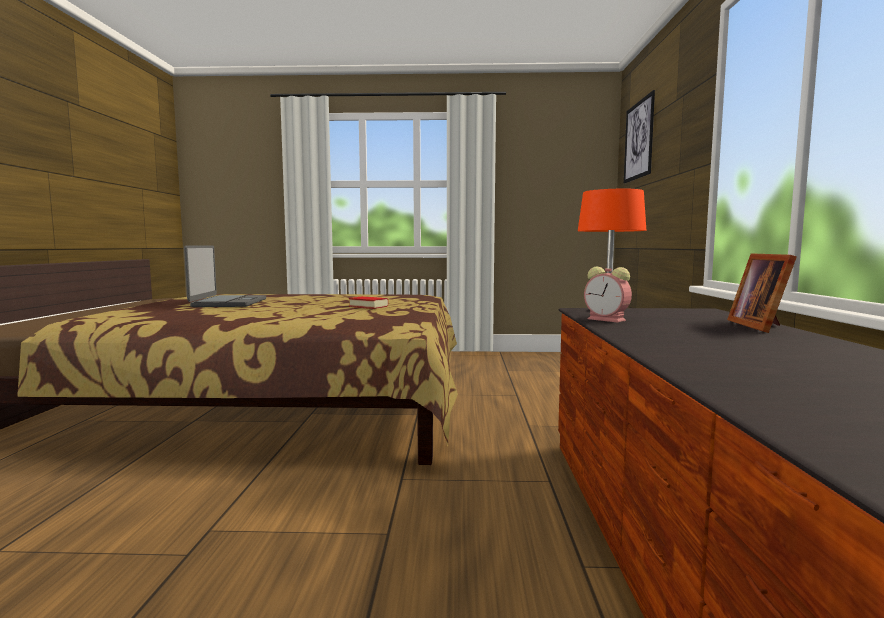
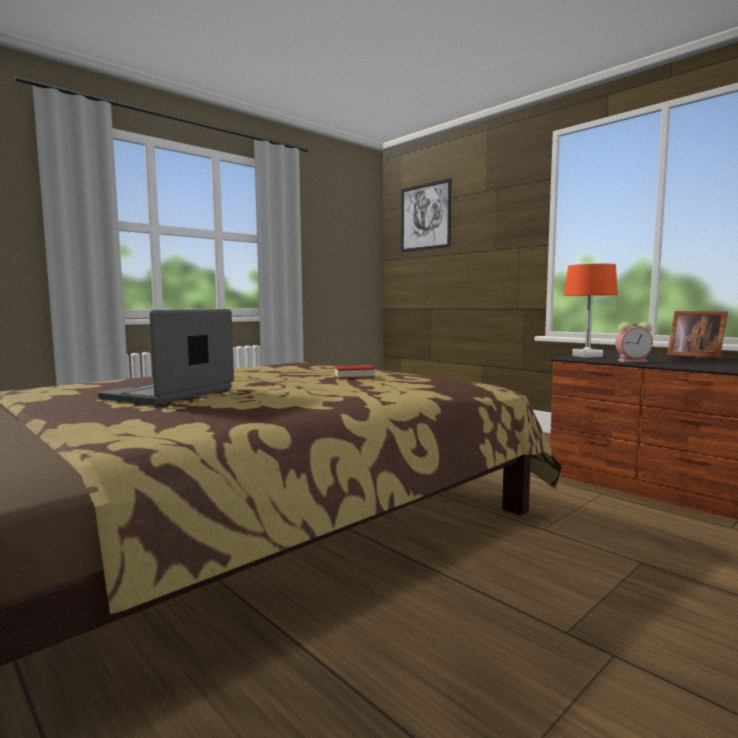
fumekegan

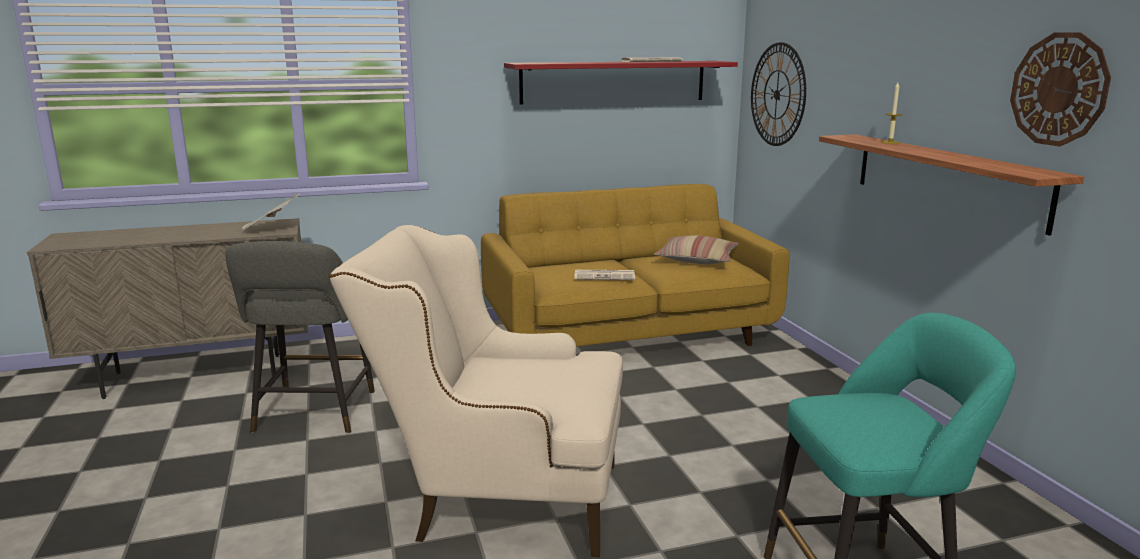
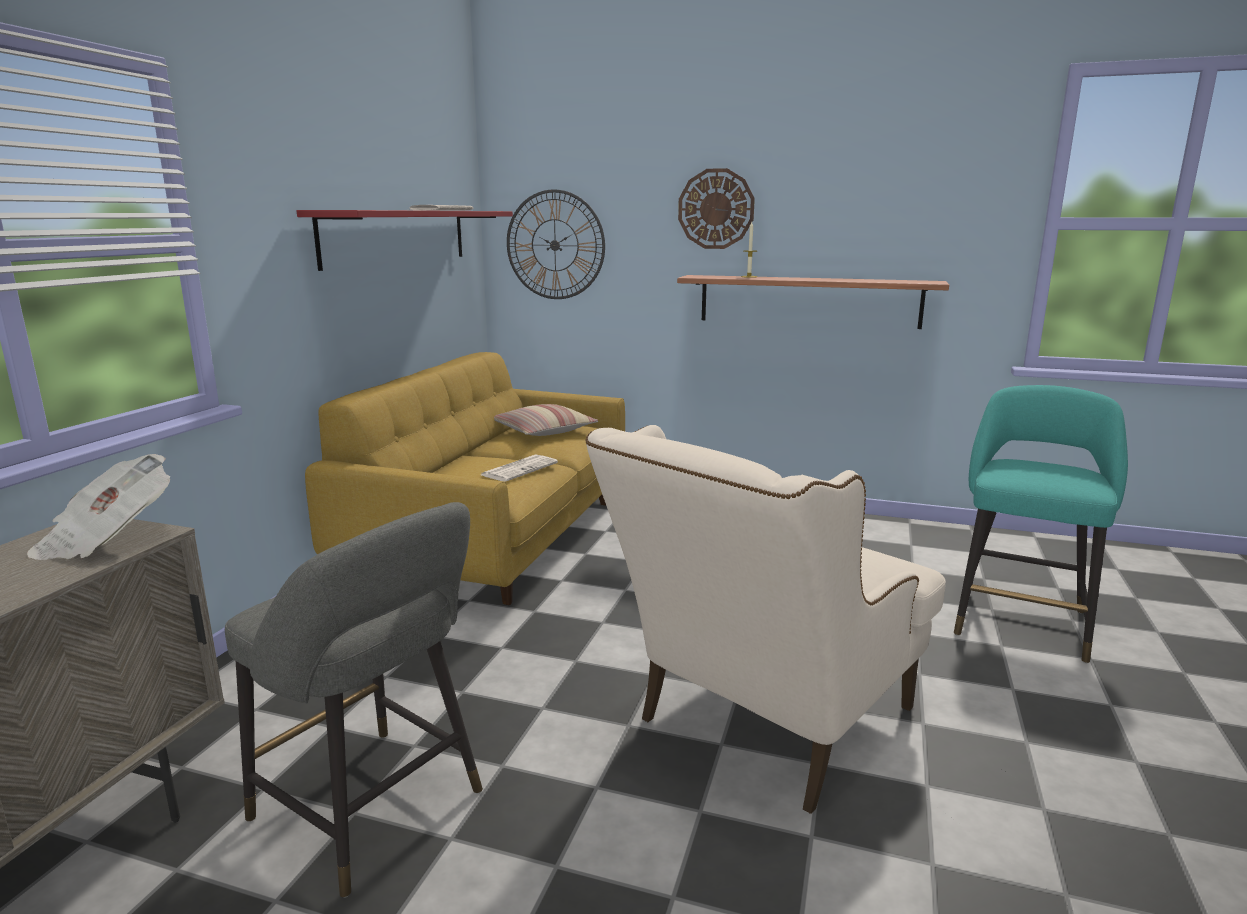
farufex (no. 2 from left)

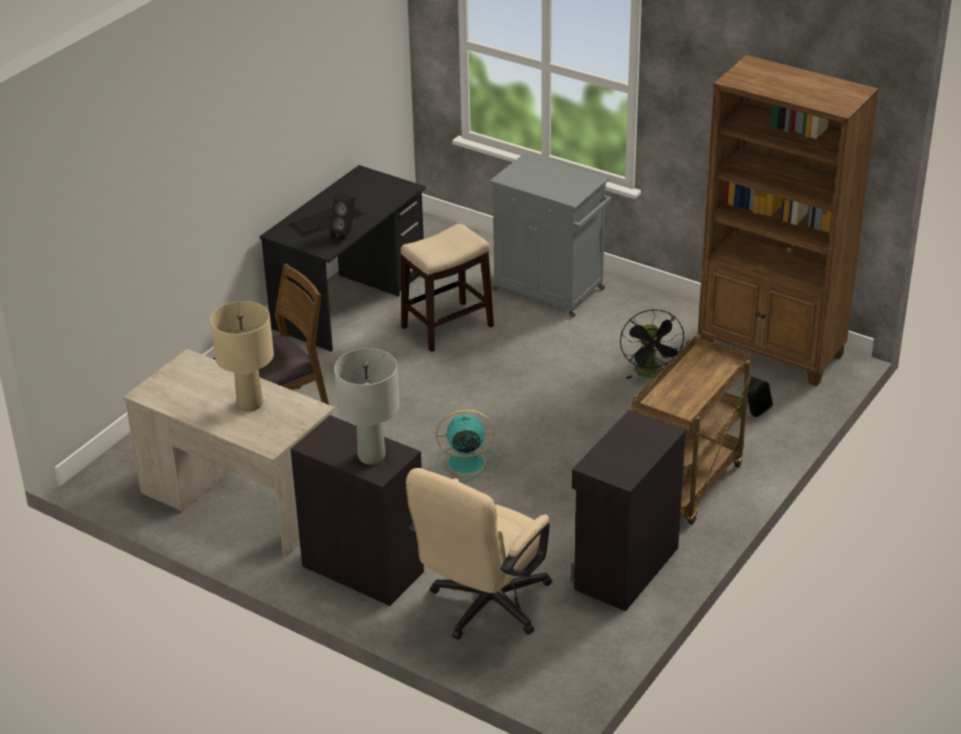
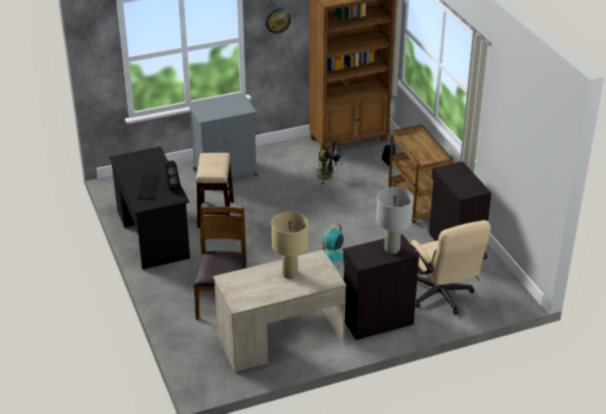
farufex

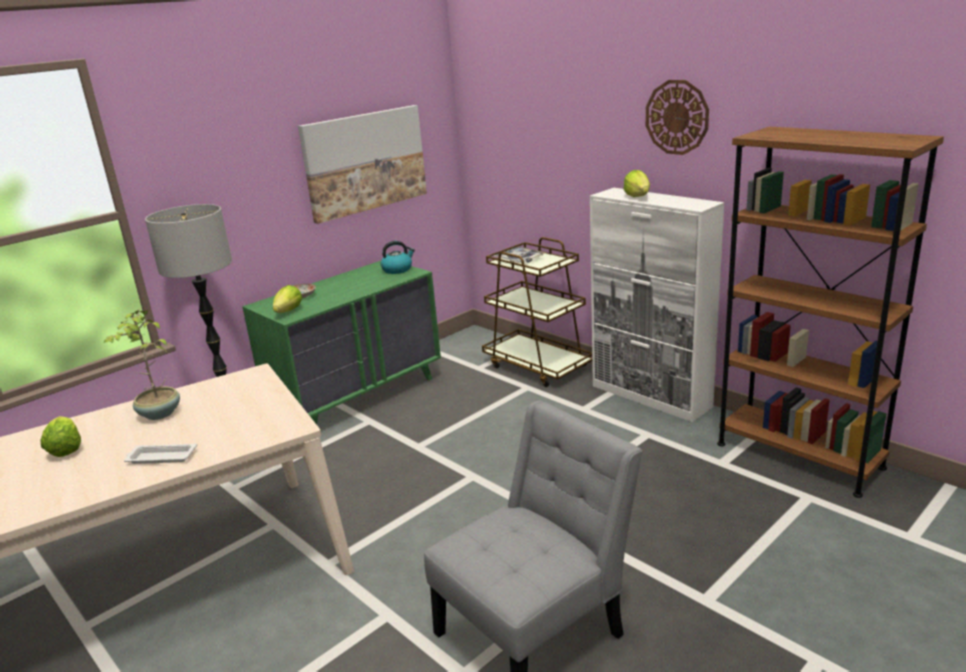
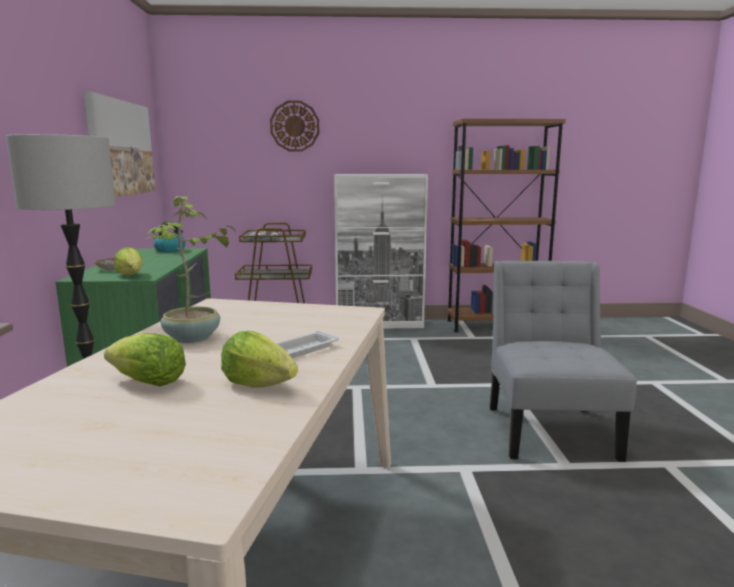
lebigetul (no. 3 from left); farufex

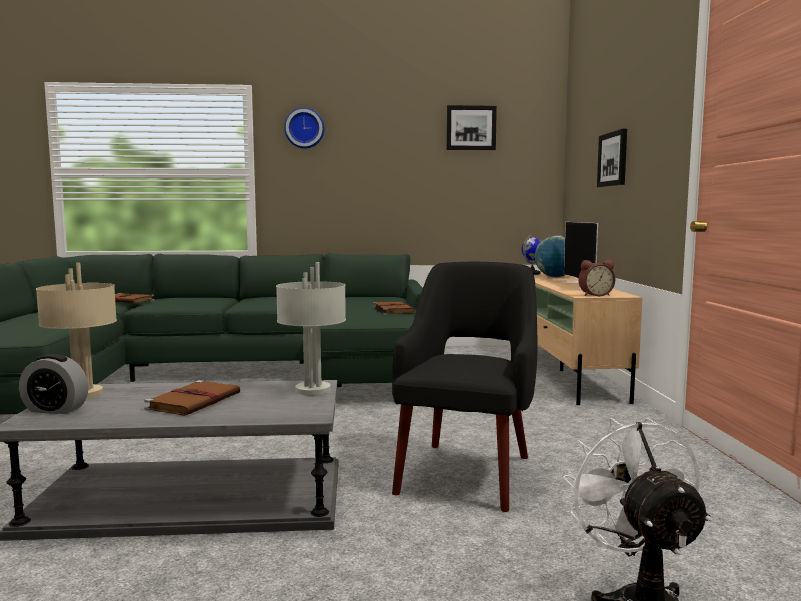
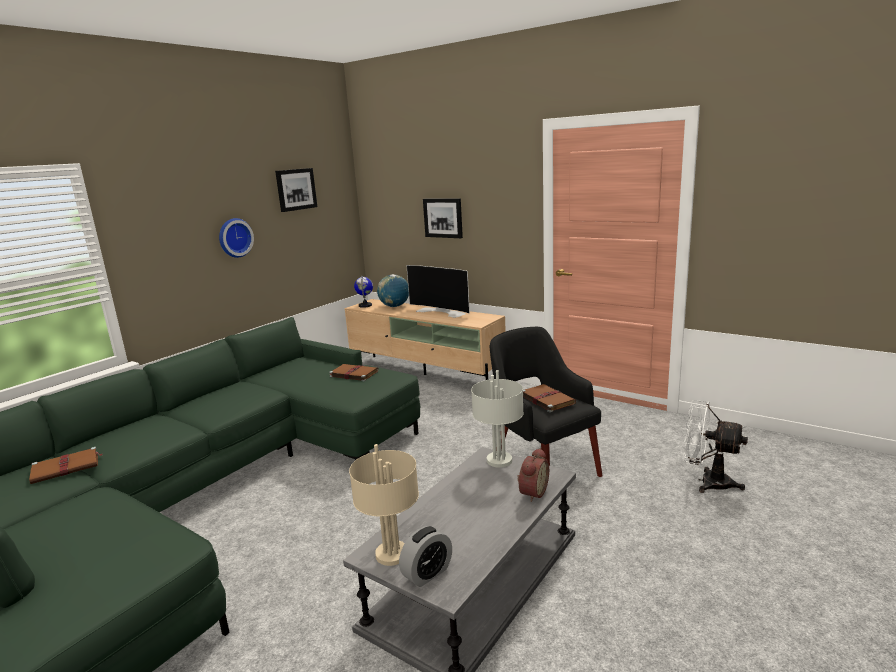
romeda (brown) (no. 3 from left); farufex; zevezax (no. 2 from left)

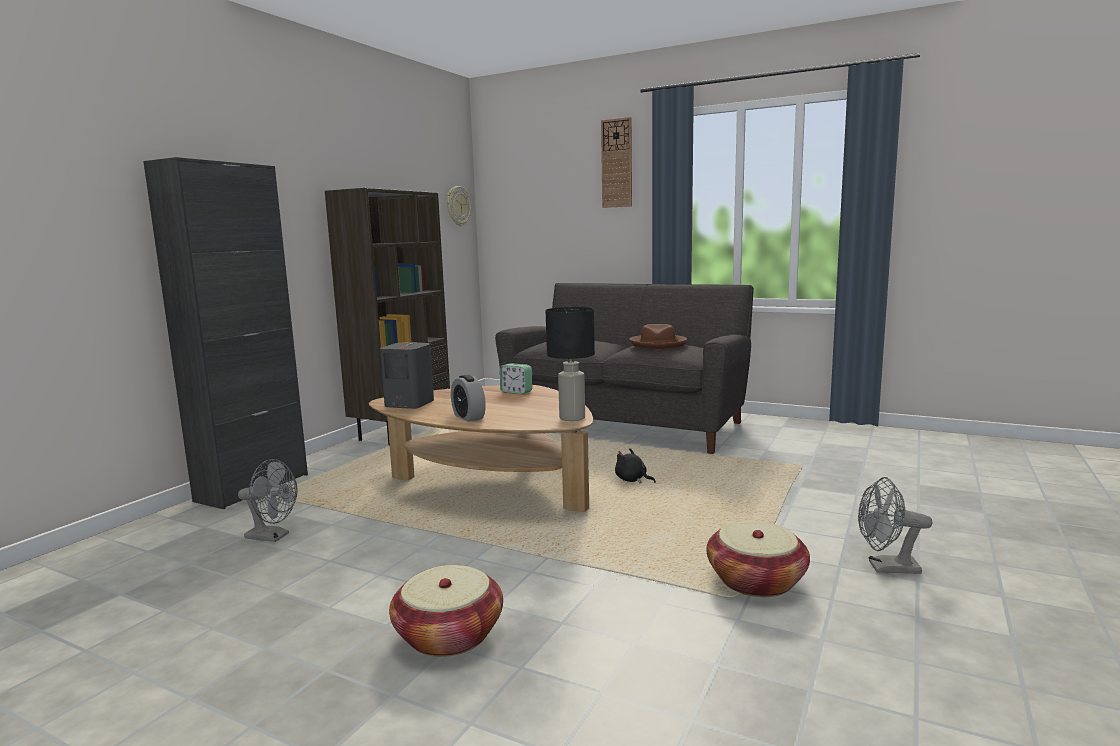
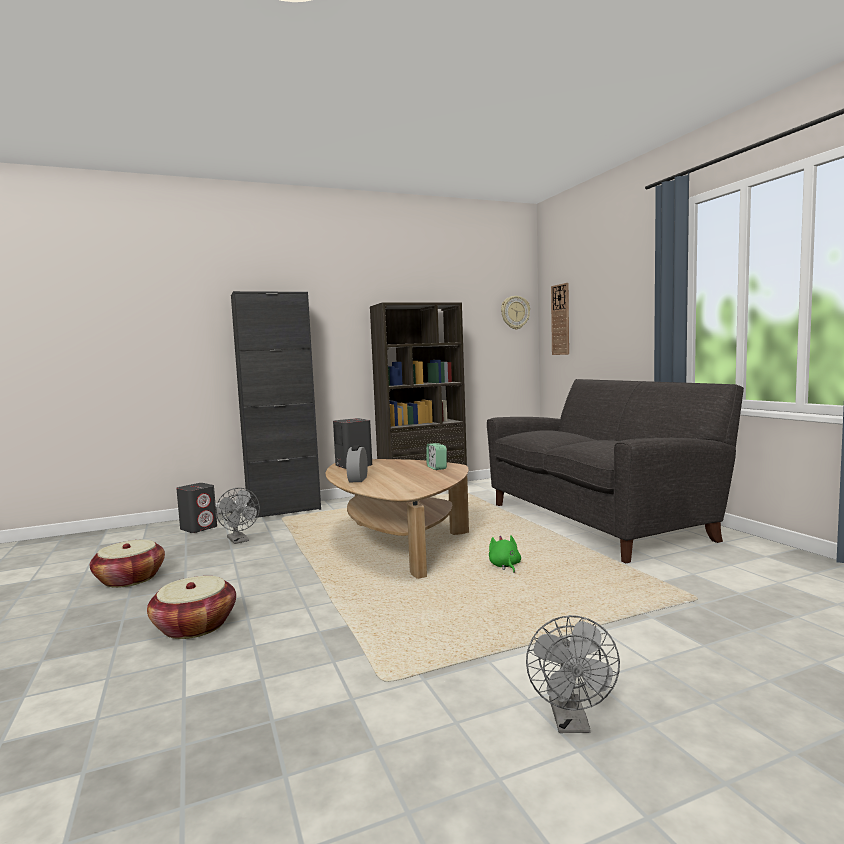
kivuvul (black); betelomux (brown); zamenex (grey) (no. 1 from left); farufex (no. 2 from left); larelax (no. 1 from left); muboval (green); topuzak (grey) (no. 2 from left)

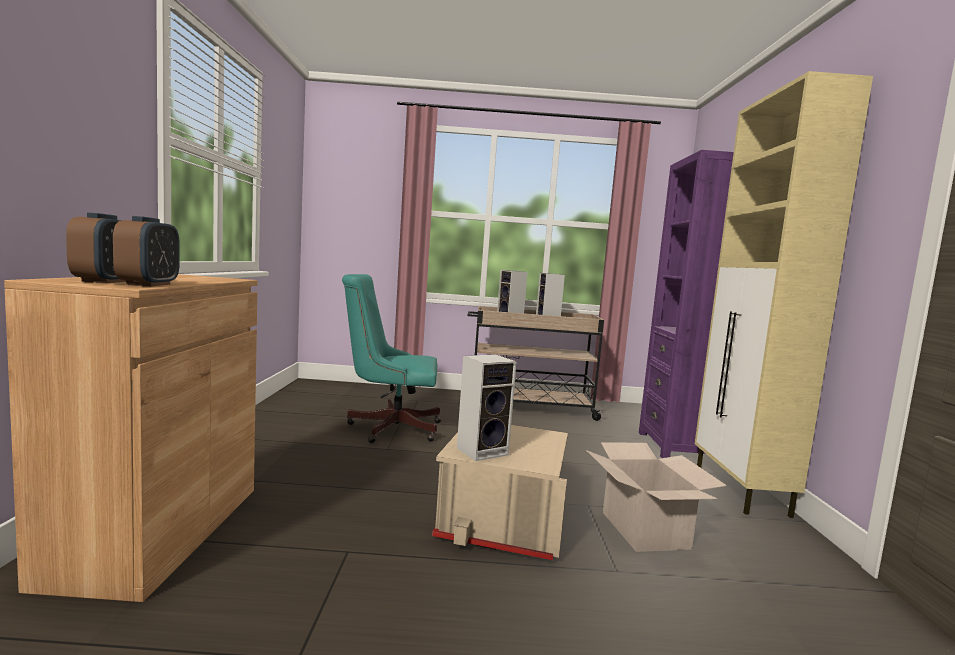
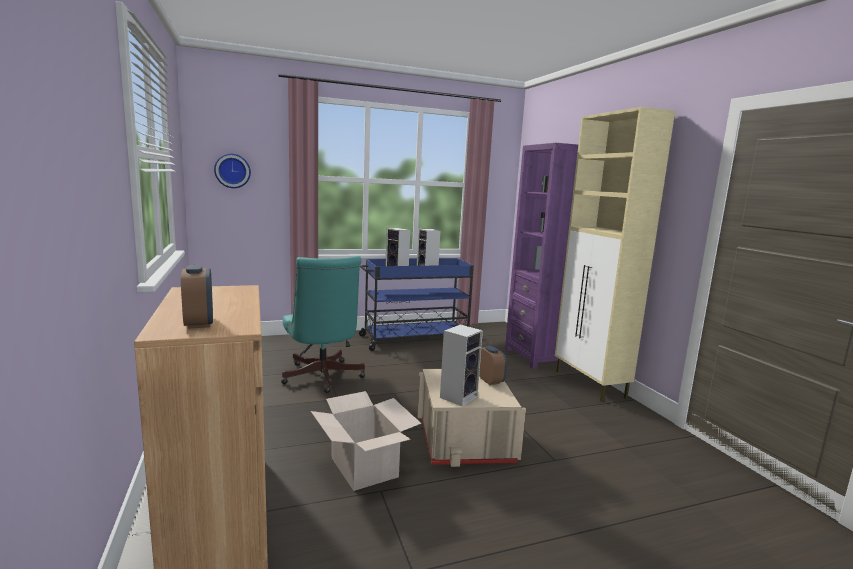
farufex; zevezax (no. 2 from left); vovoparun; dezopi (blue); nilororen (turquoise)

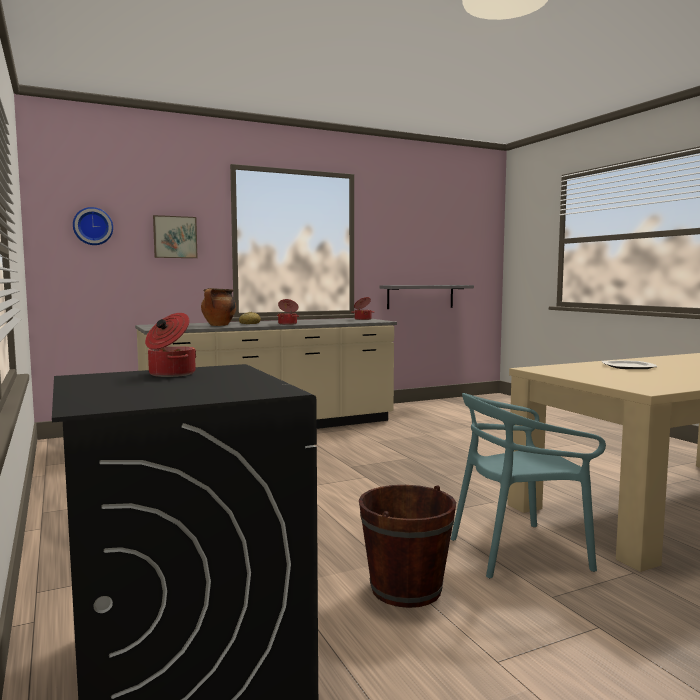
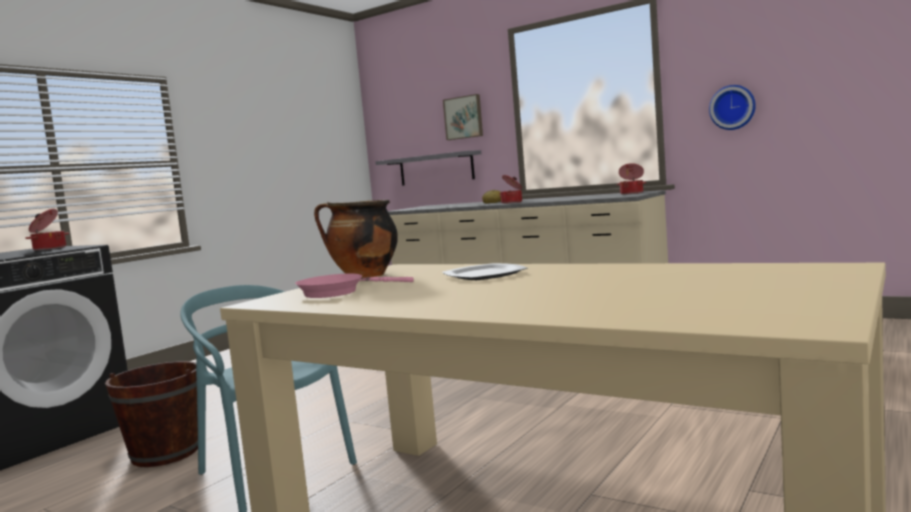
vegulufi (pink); farufex; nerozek (no. 2 from left); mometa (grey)

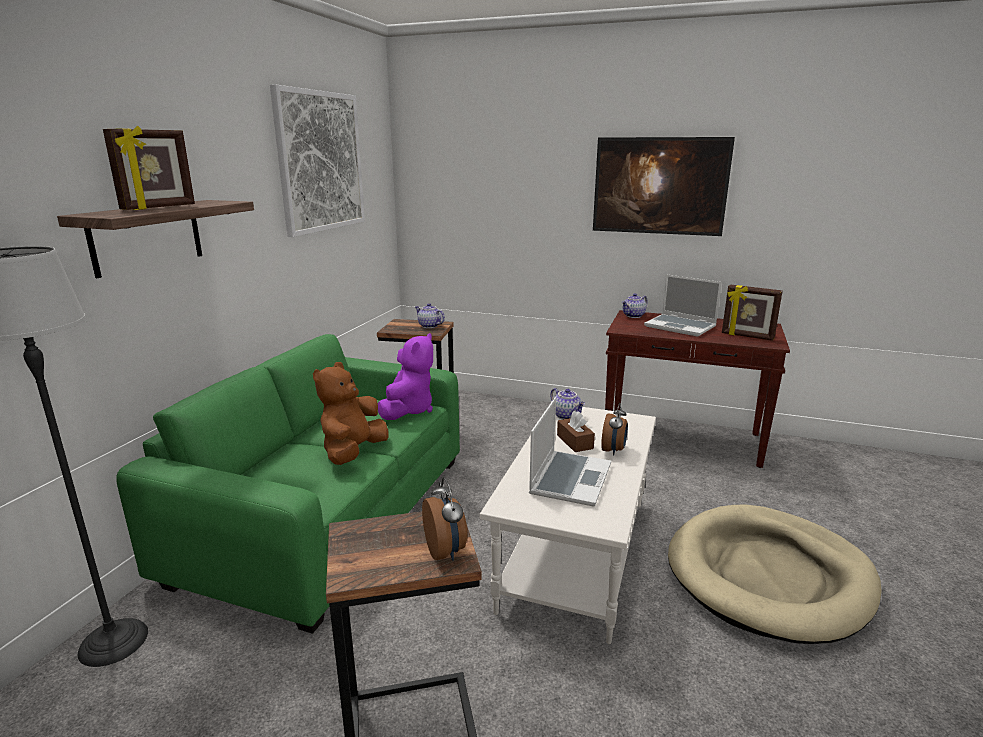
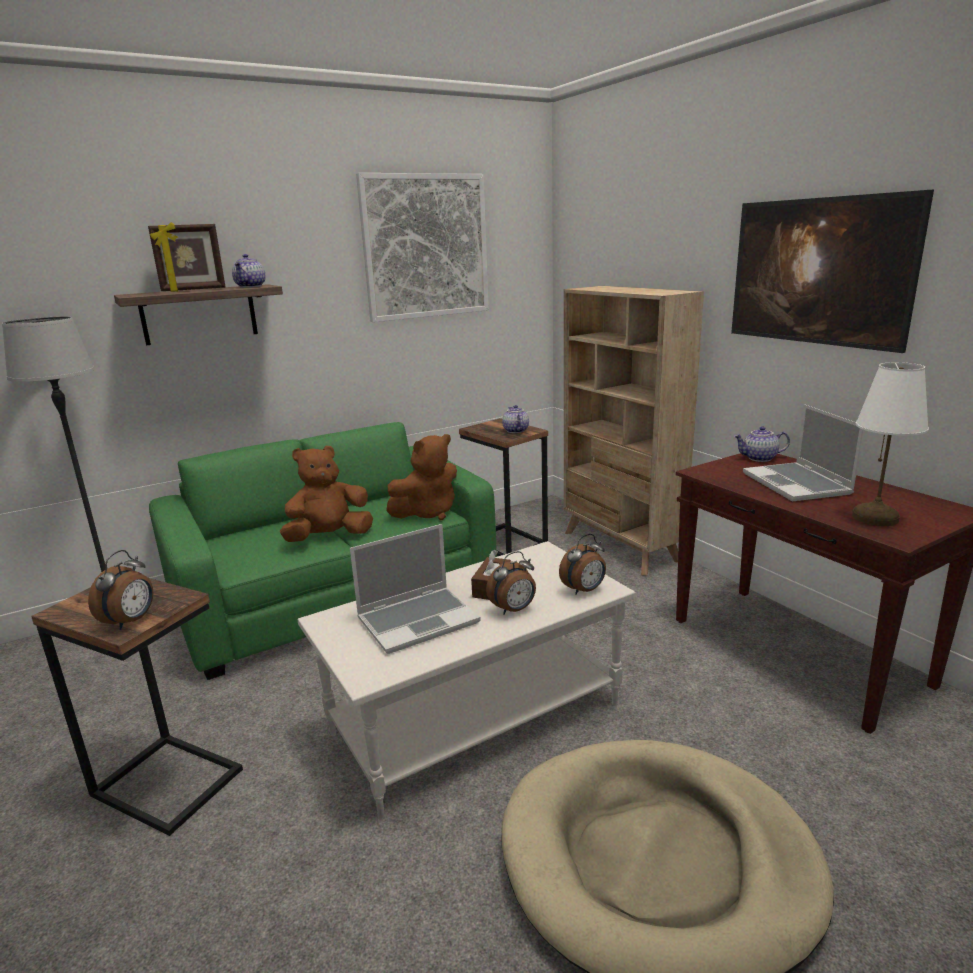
zevezax (no. 3 from left); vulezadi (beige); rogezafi (no. 1 from left); kivuvul (white); muboval (brown) (no. 2 from left)

